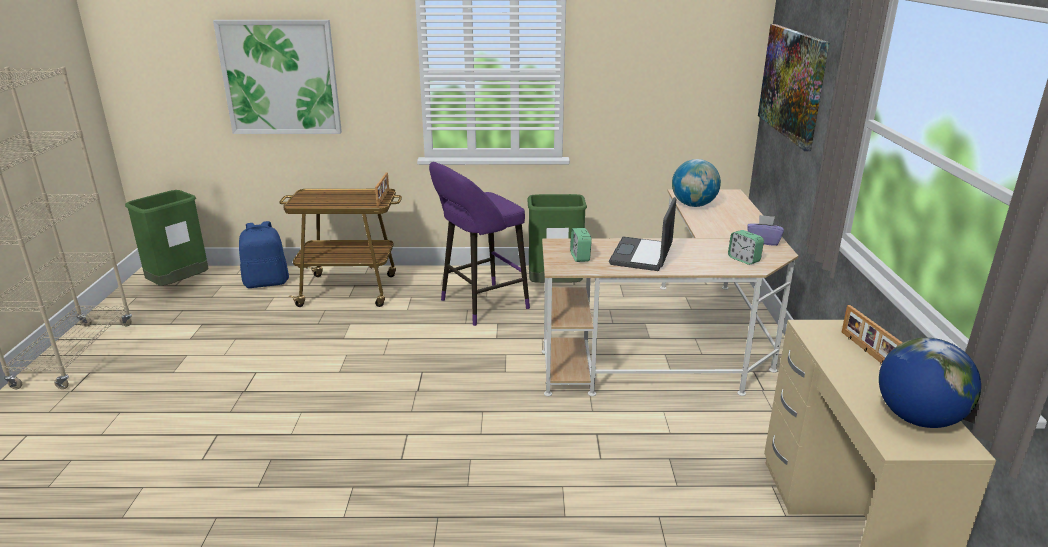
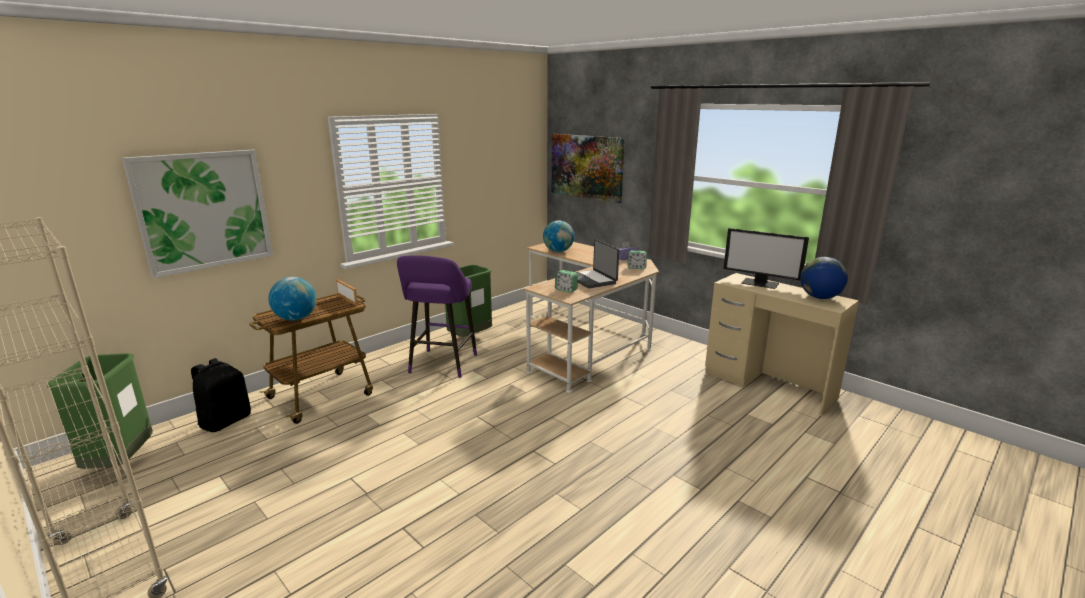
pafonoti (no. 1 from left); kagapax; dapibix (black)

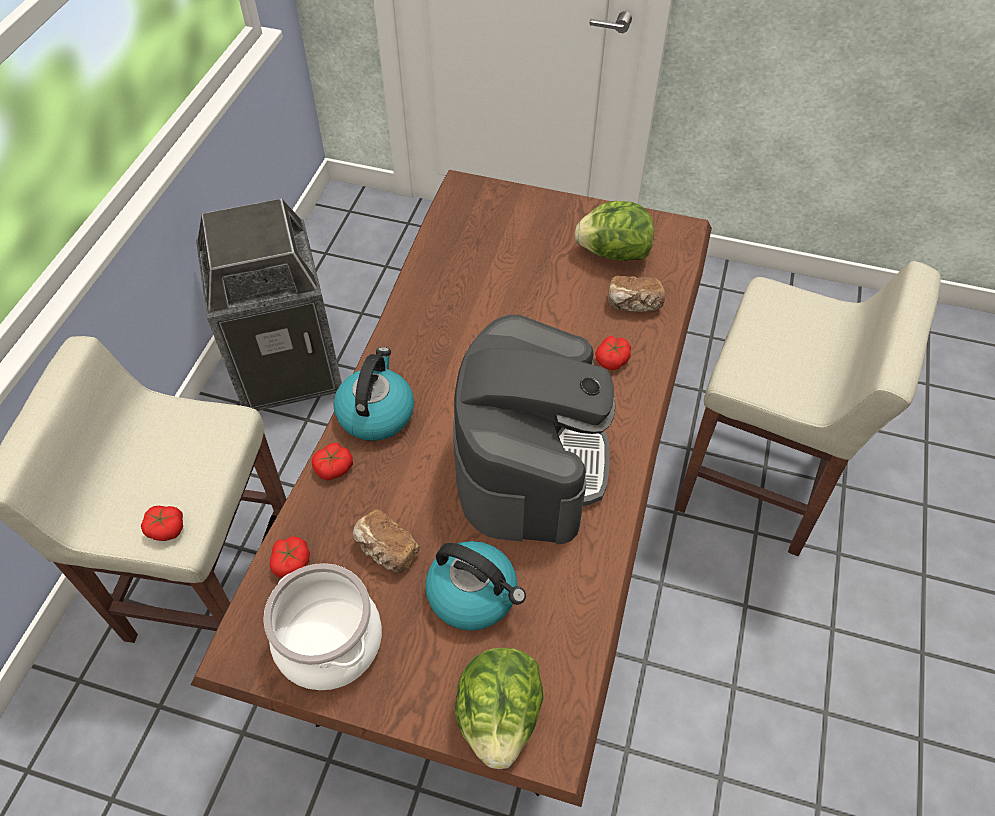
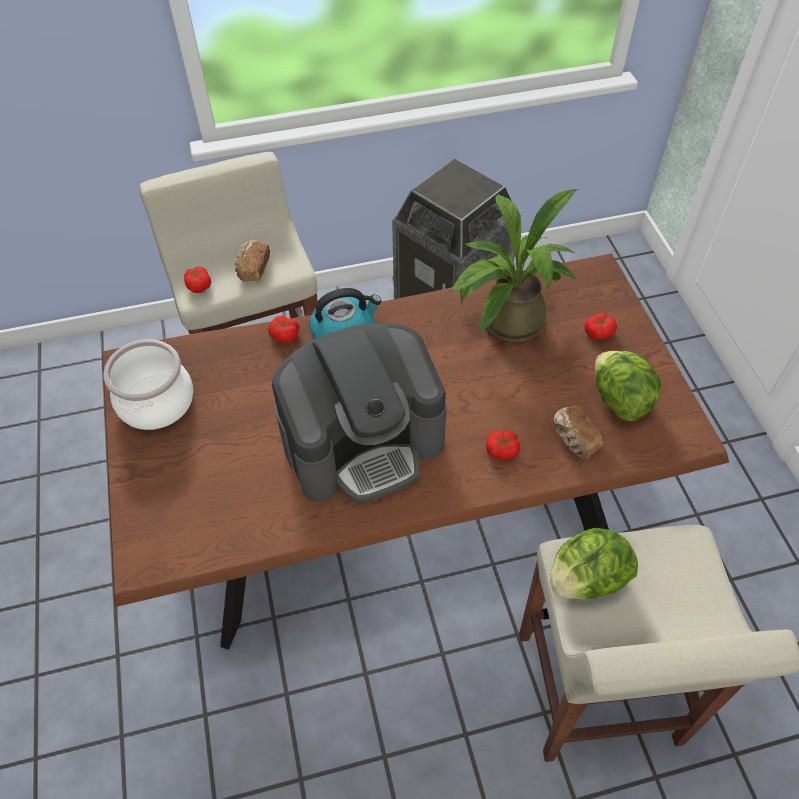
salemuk (no. 2 from left in the first image); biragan; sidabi (no. 4 from left); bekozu (no. 1 from left); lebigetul (no. 1 from left)

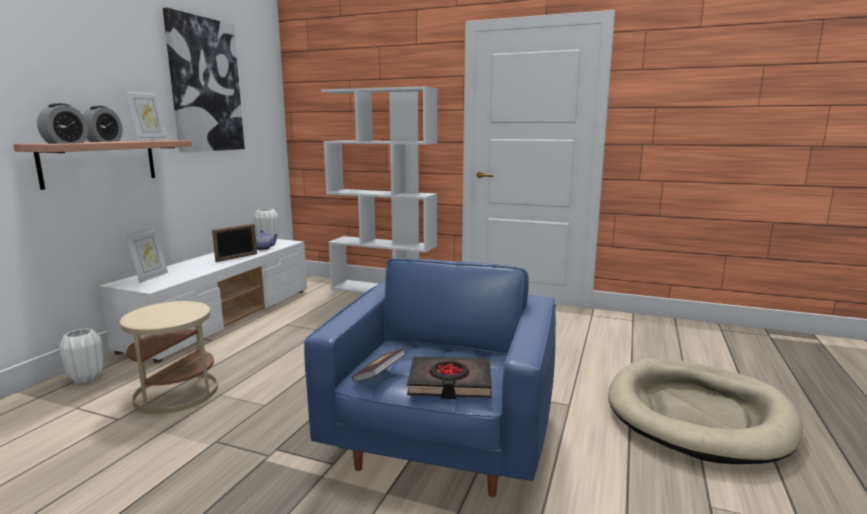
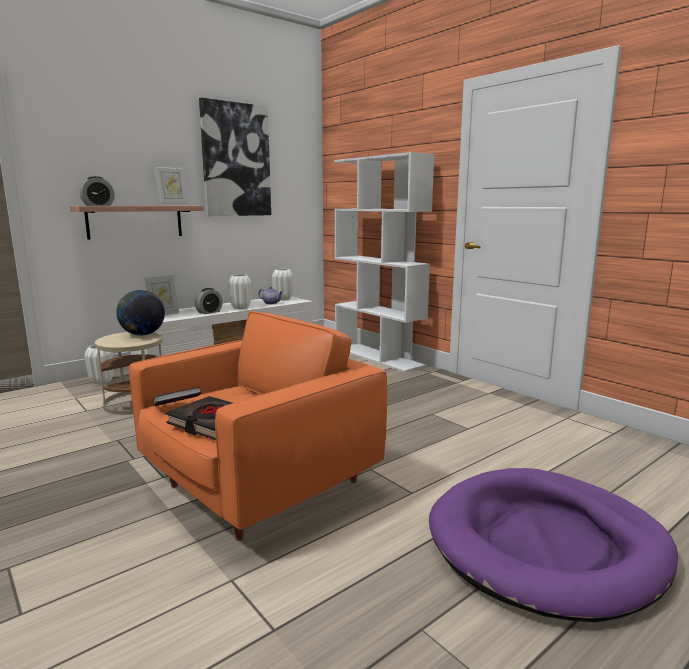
pafonoti; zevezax (no. 2 from left); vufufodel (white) (no. 2 from left); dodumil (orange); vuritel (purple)

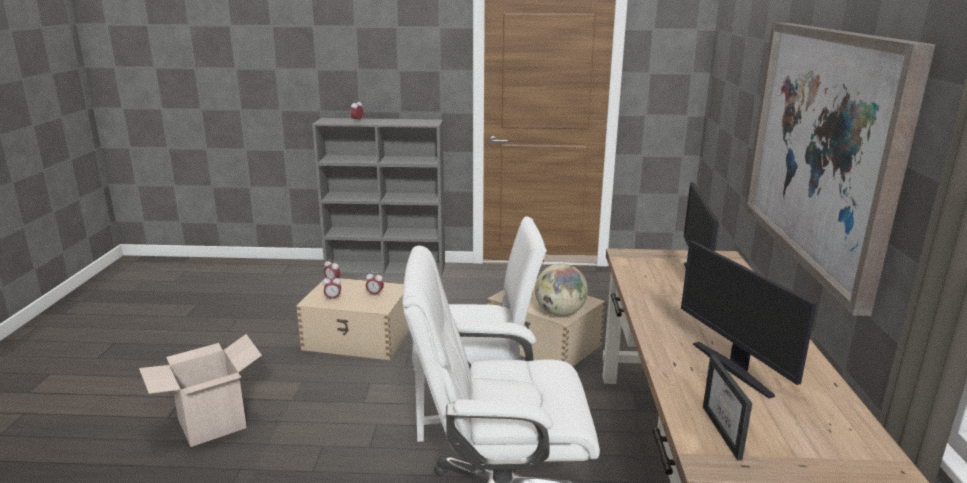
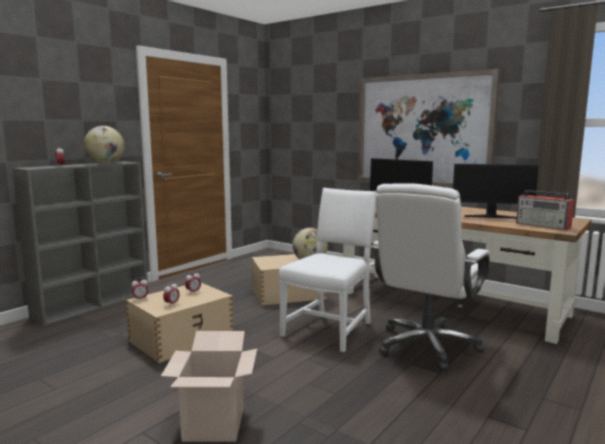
pafonoti (no. 1 from left); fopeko

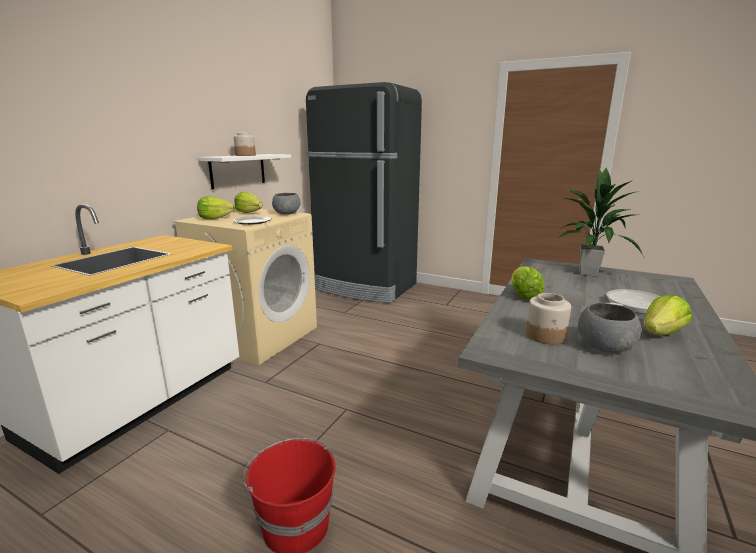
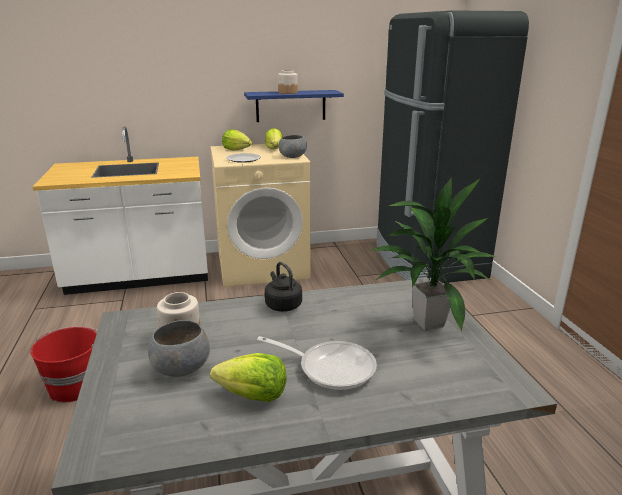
salemuk (black); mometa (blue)

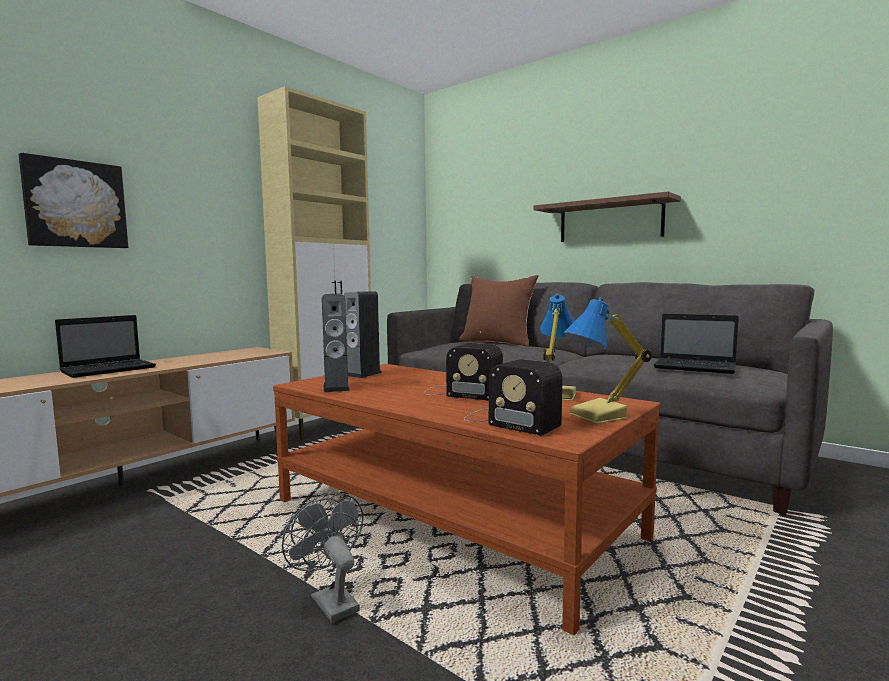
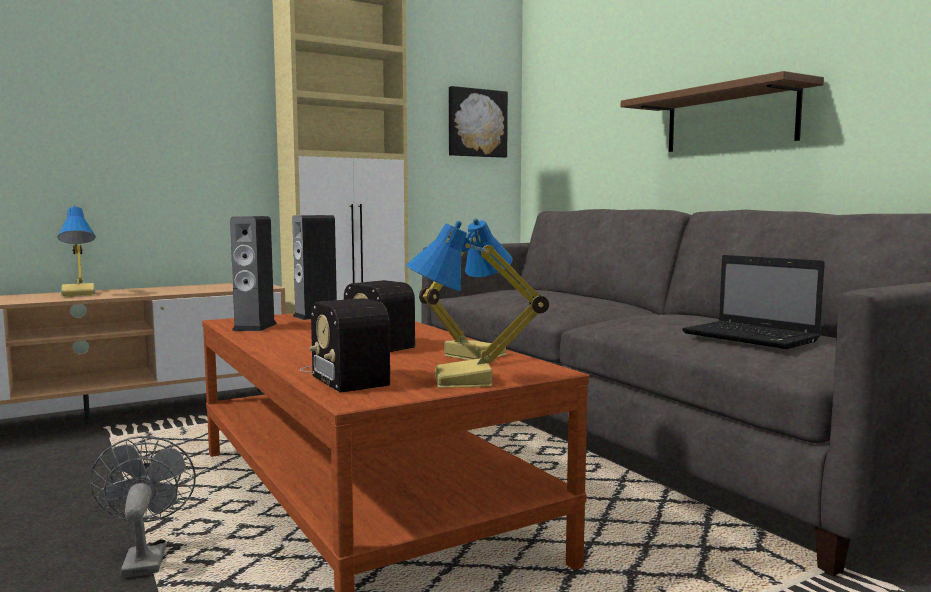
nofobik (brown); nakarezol; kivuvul (no. 1 from left)

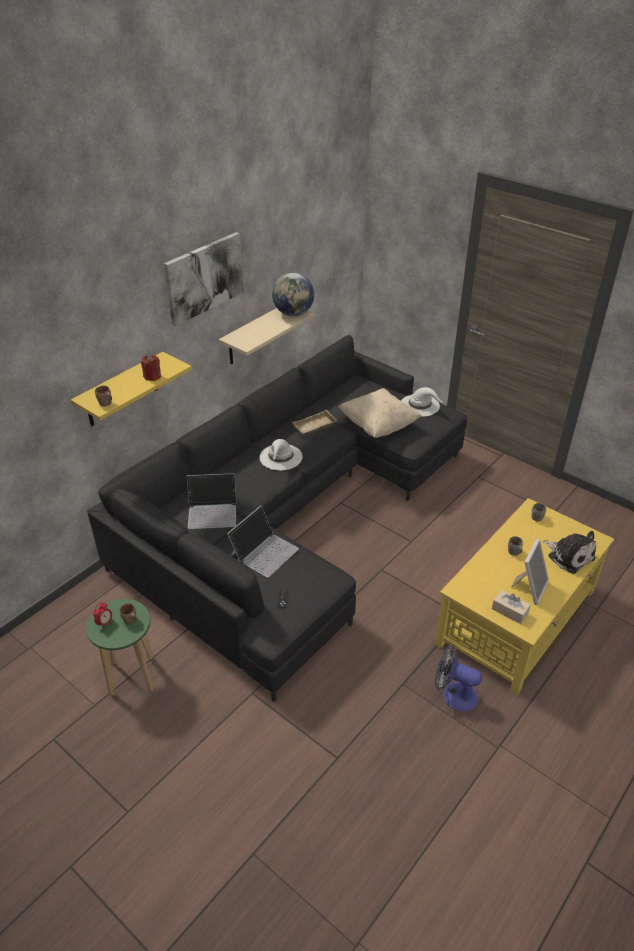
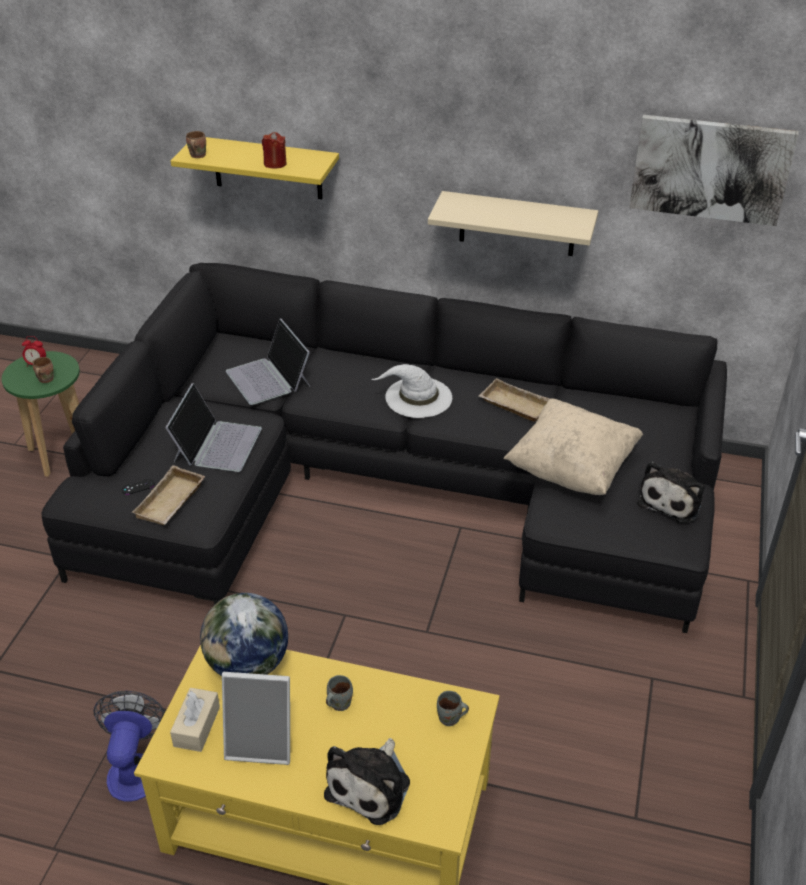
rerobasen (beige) (no. 1 from left); nakarezol; pafonoti; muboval (no. 2 from left); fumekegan (no. 1 from left)

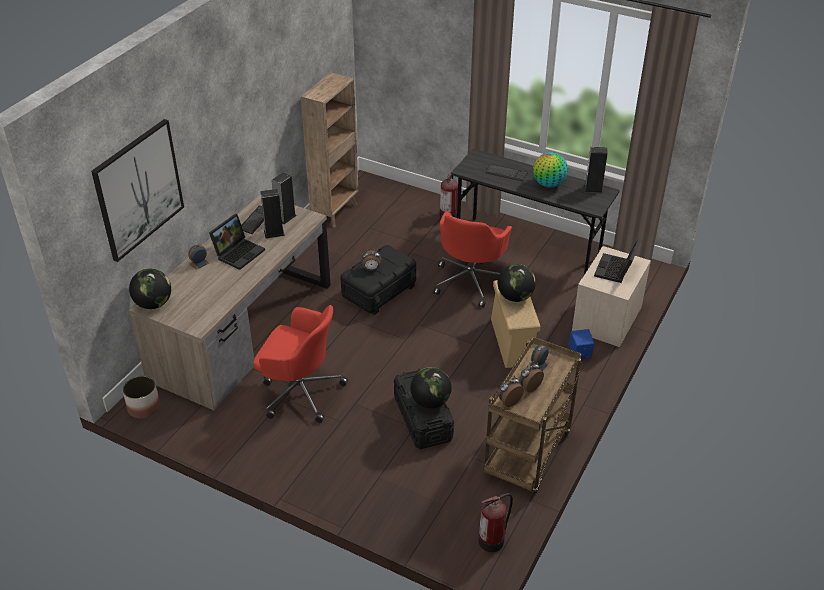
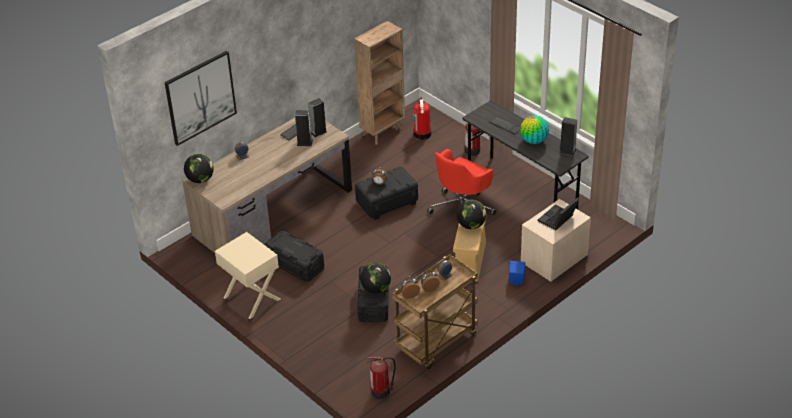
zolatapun; fumekegan (no. 1 from left in the first image); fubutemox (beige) (no. 1 from left); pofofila (no. 2 from left); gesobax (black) (no. 1 from left)

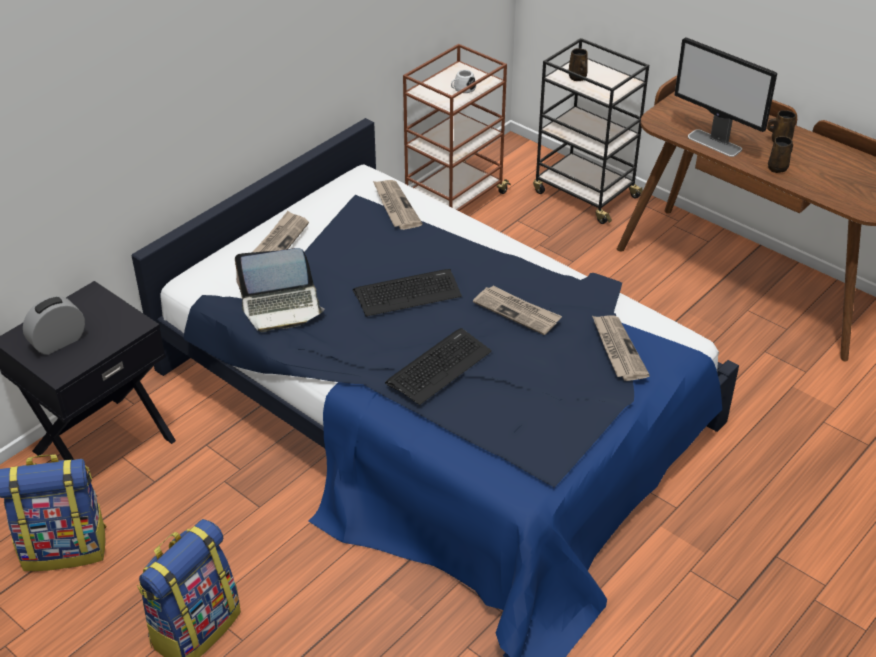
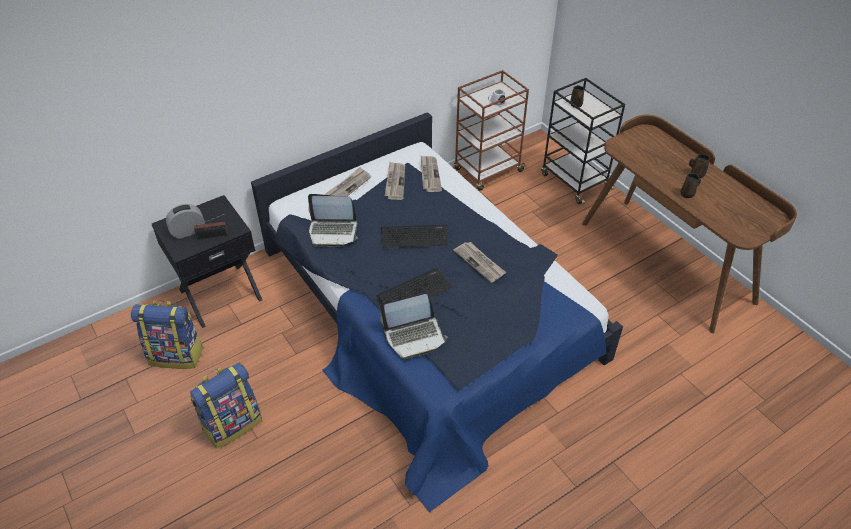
kagapax; fopeko; fumekegan (no. 2 from left); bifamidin (no. 2 from left)

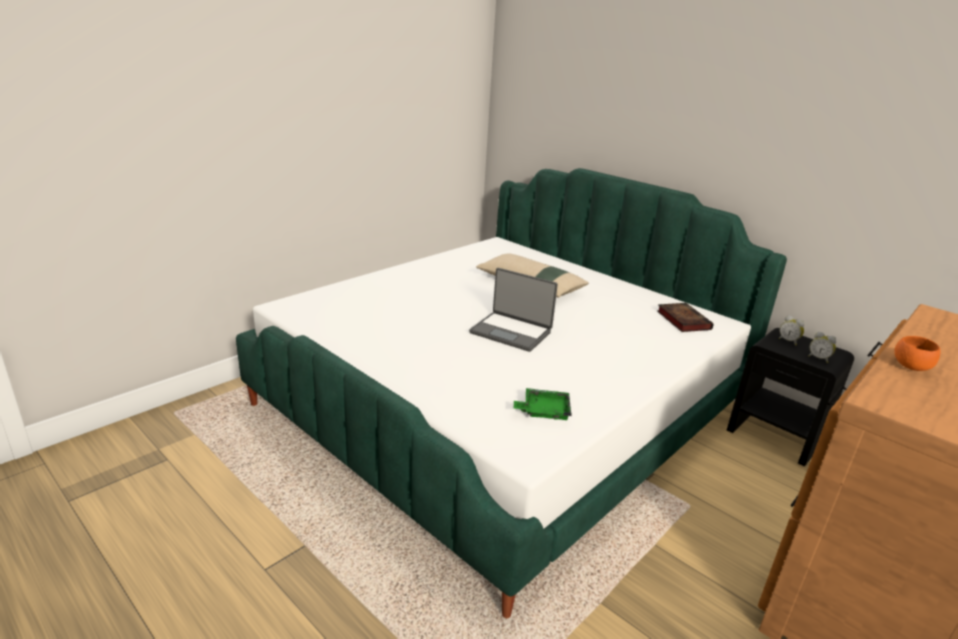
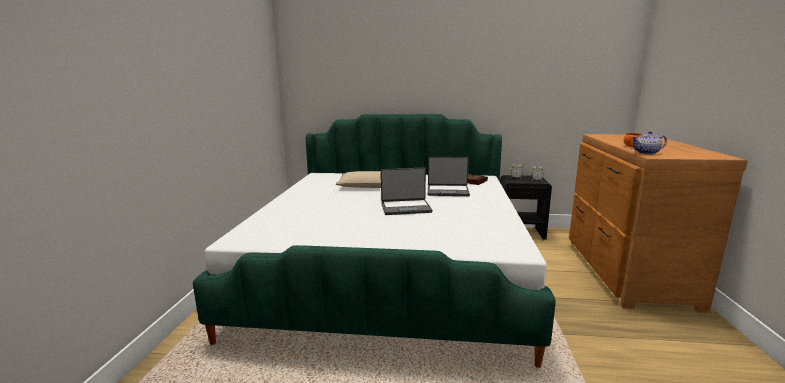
rerobasen (green); fumekegan (no. 2 from left); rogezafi

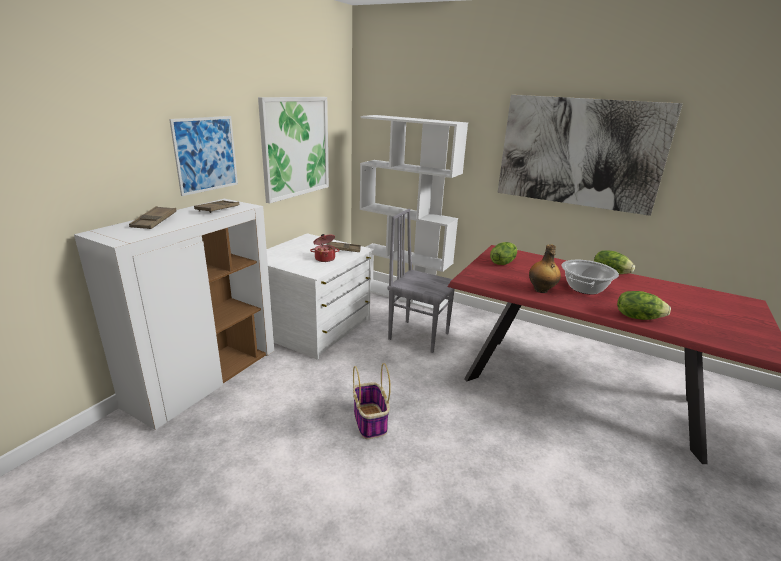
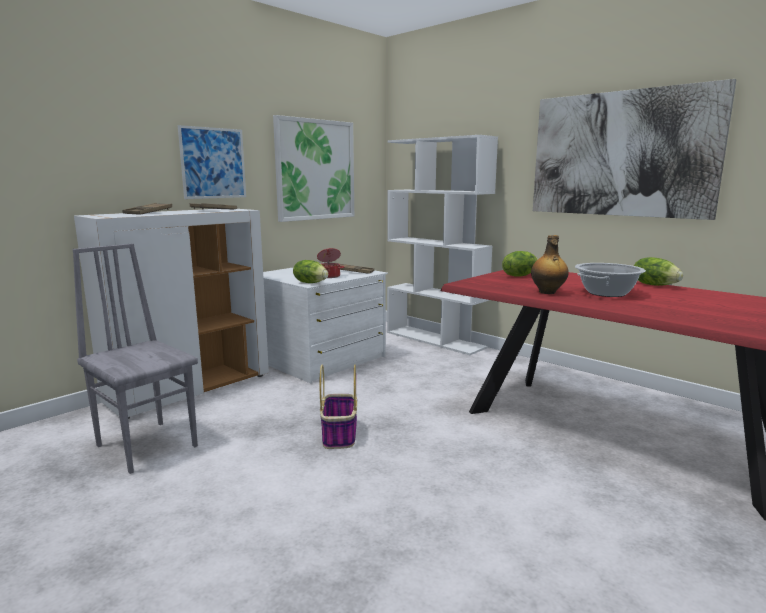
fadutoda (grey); lebigetul (no. 1 from left)

